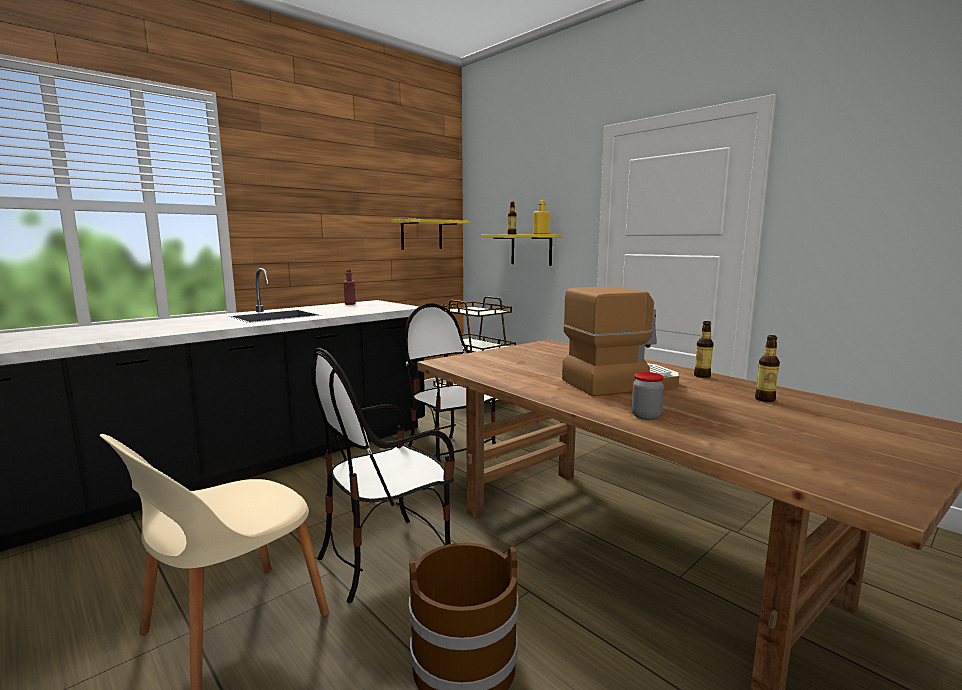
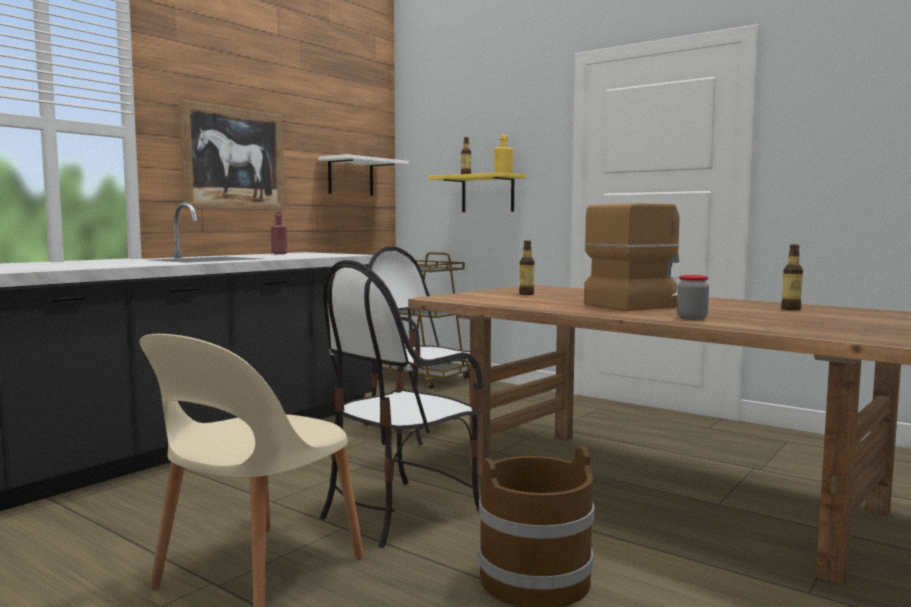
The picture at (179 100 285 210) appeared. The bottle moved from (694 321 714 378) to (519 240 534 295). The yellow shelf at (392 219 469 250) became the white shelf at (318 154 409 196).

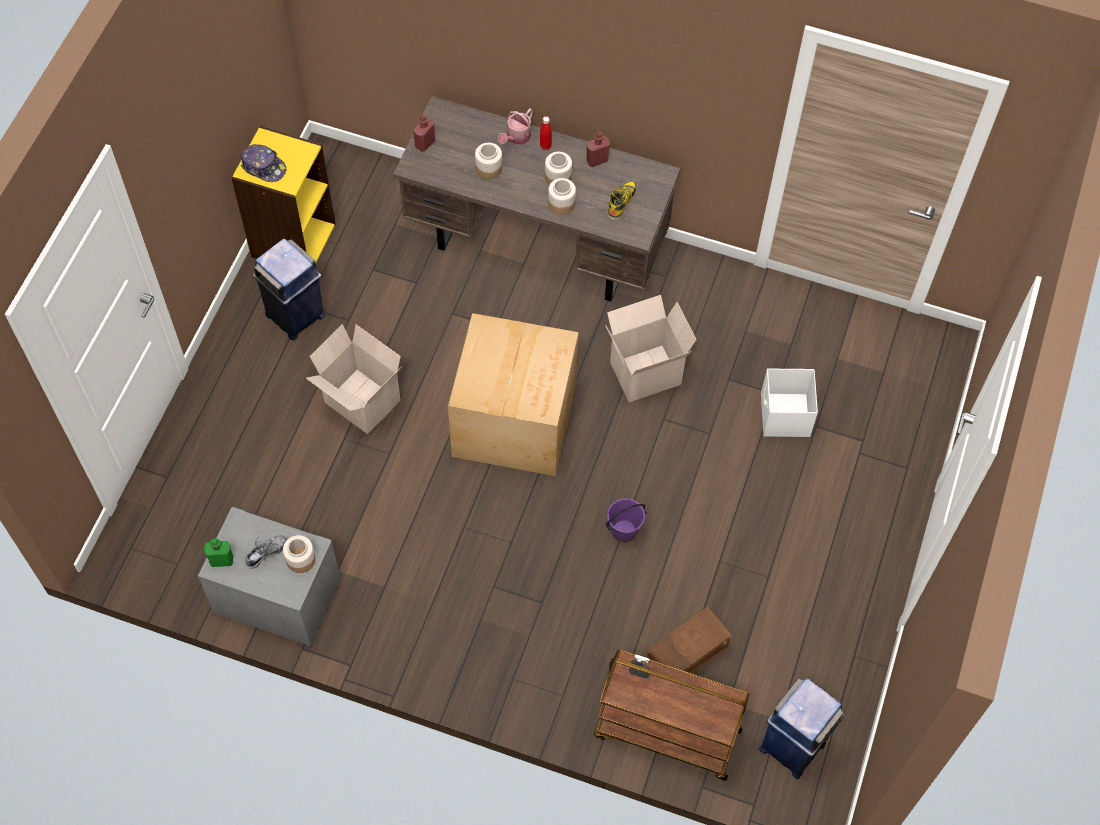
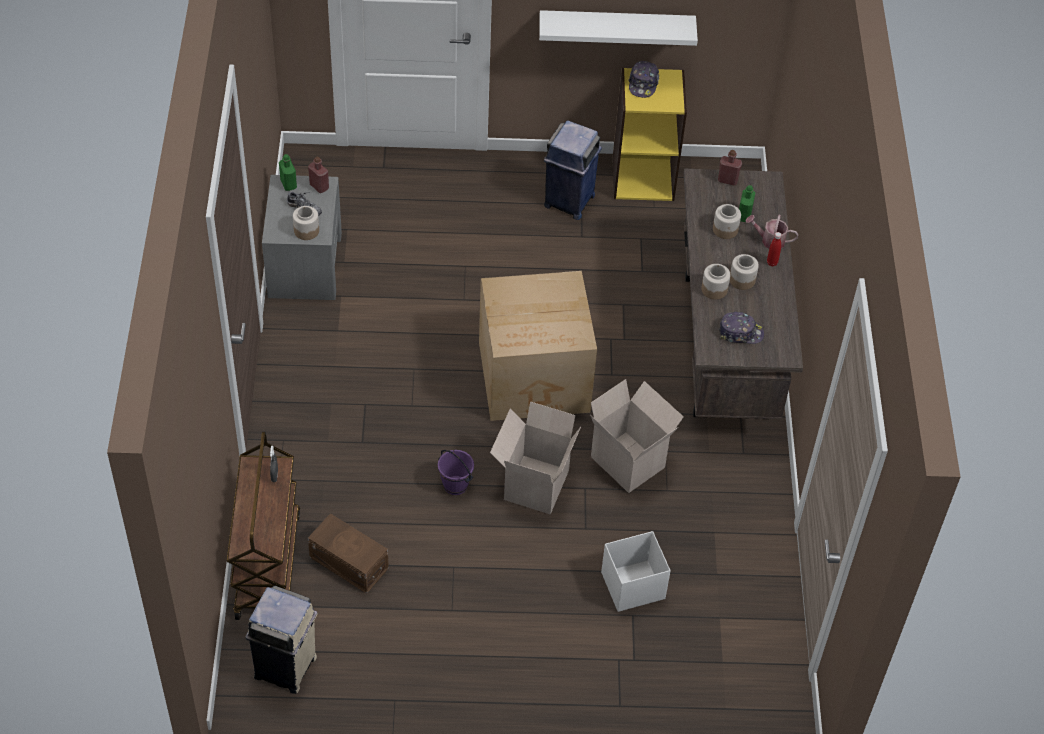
The white shelf at (539 10 698 46) appeared. The green bottle at (739 185 755 222) appeared. The cardboard box moved from (306 324 402 434) to (490 401 581 515). The red bottle moved from (586 132 610 167) to (308 157 329 193). The boot at (607 180 638 221) was replaced by the cap at (718 312 764 344). The blue trash can at (759 678 844 779) became the beige trash can at (245 586 318 694).

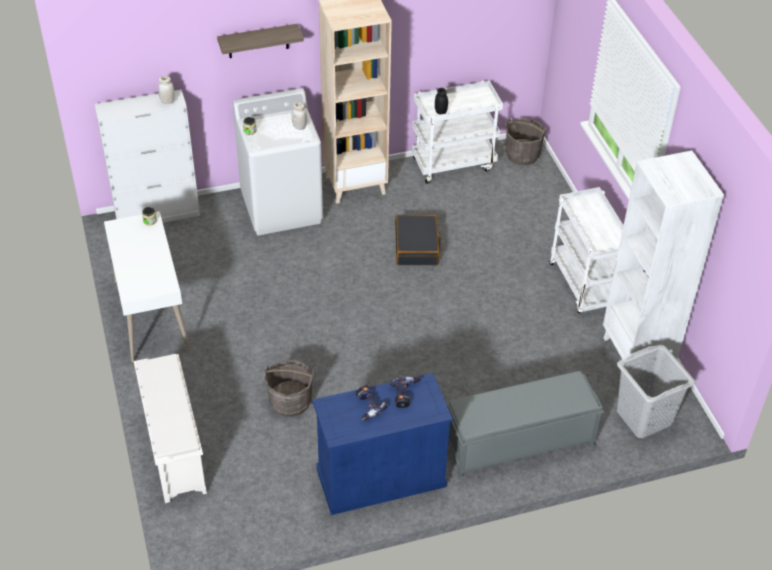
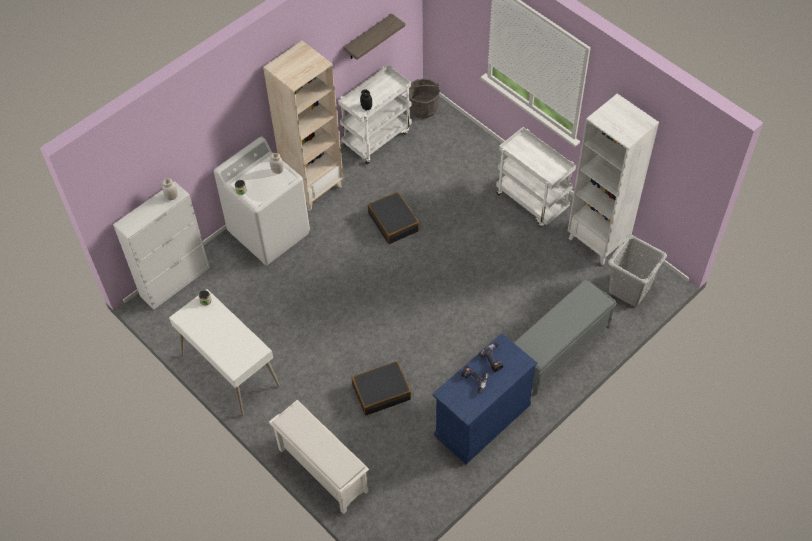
The shelf moved from (217 24 304 58) to (343 14 405 60). The grey bucket at (264 359 314 417) was replaced by the black suitcase at (352 361 411 415).

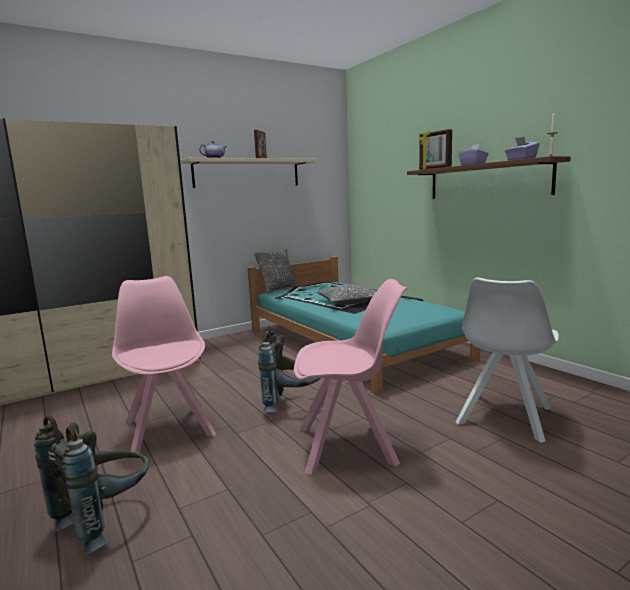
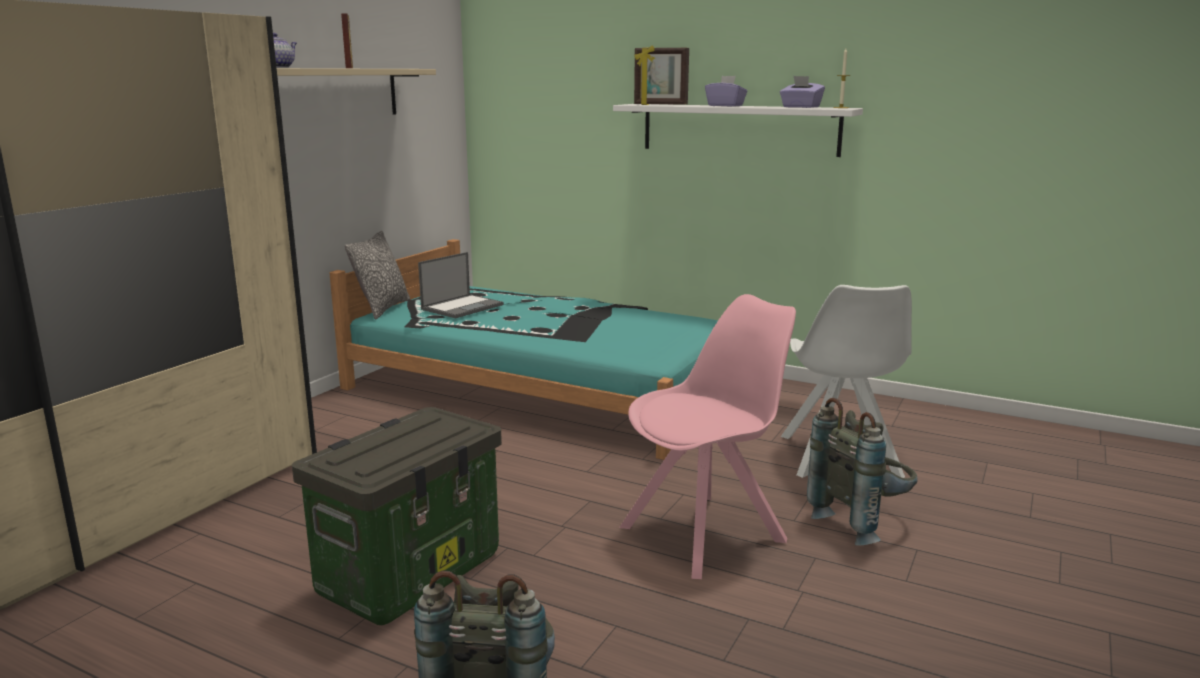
The pillow at (317 285 375 305) disappeared. The laptop at (418 252 504 319) appeared. The grey backpack moved from (258 326 320 413) to (807 398 918 546). The pink chair at (112 276 216 453) was replaced by the storage box at (292 407 502 625). The brown shelf at (407 156 571 199) became the white shelf at (613 104 863 157).

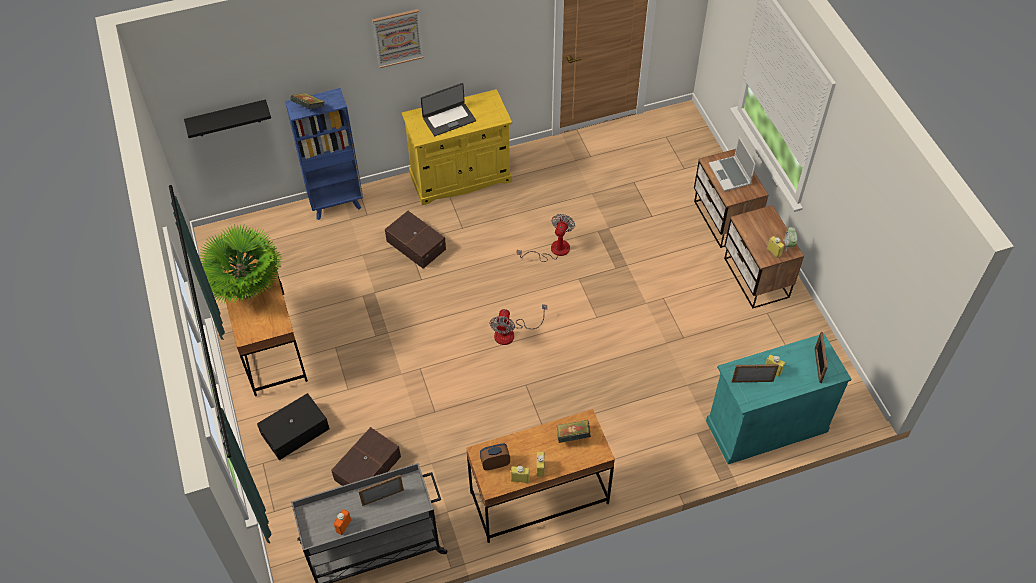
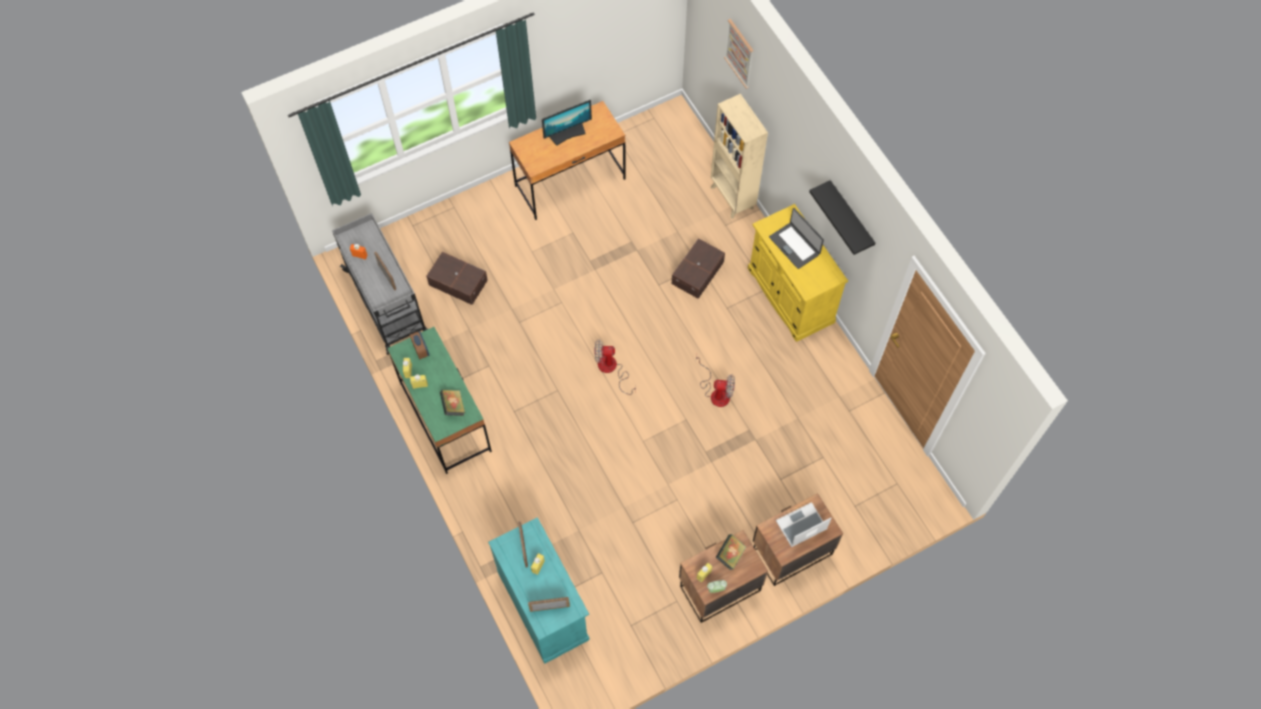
The black storage box at (257 393 330 460) disappeared. The black shelf moved from (184 99 271 138) to (809 180 875 255). The book moved from (290 93 325 109) to (716 534 746 570). The picture moved from (372 9 423 68) to (724 19 754 89). The potted plant at (195 224 282 303) was replaced by the monitor at (542 100 592 146). The blue bookcase at (285 88 363 220) became the beige bookcase at (711 94 768 218). The brown desk at (466 409 615 543) became the green desk at (387 327 492 474).

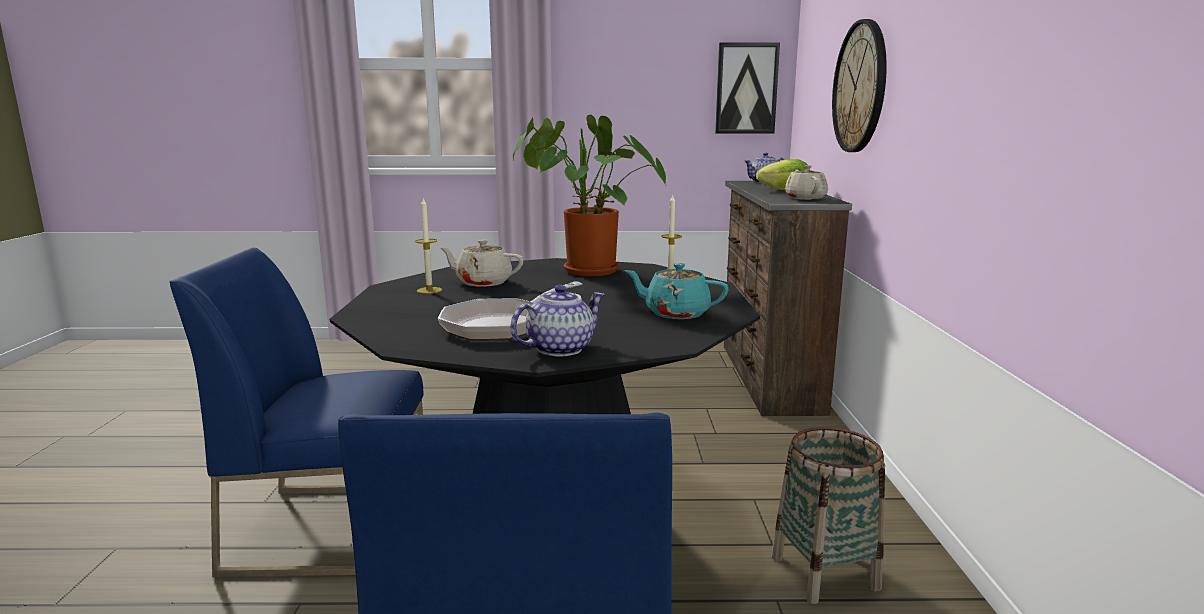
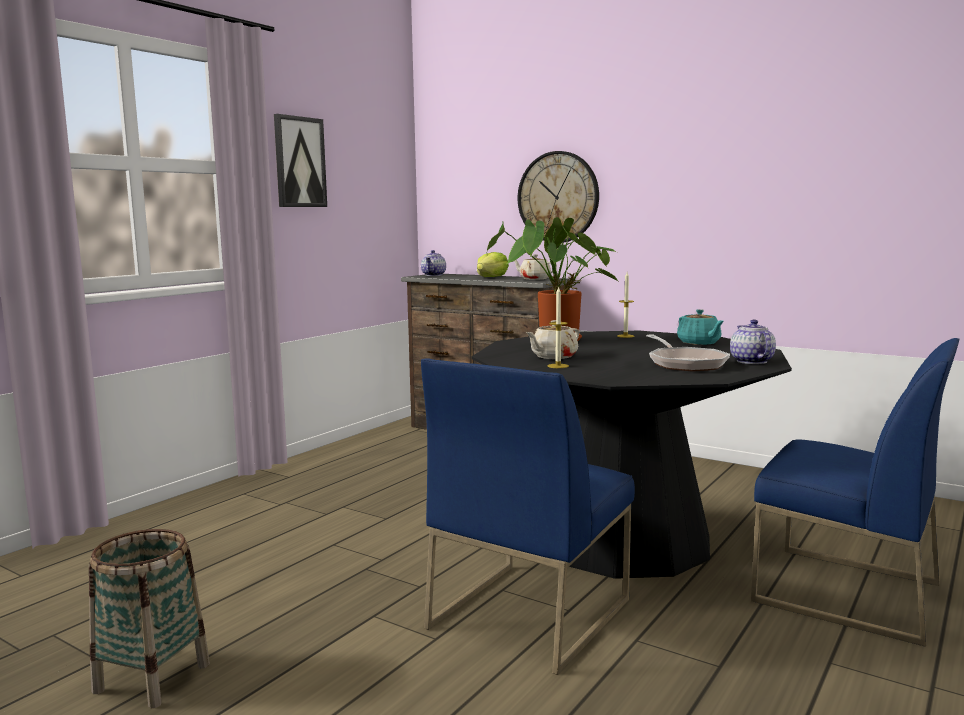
The picture moved from (715 43 780 133) to (274 114 327 207). The basket moved from (771 427 885 604) to (89 529 210 708). The turquoise teapot at (624 263 729 319) turned 75 degrees counterclockwise.

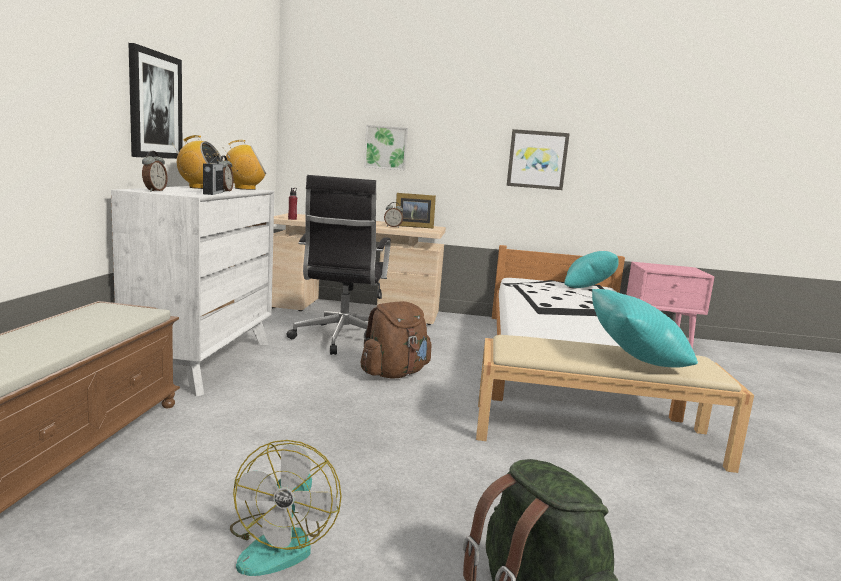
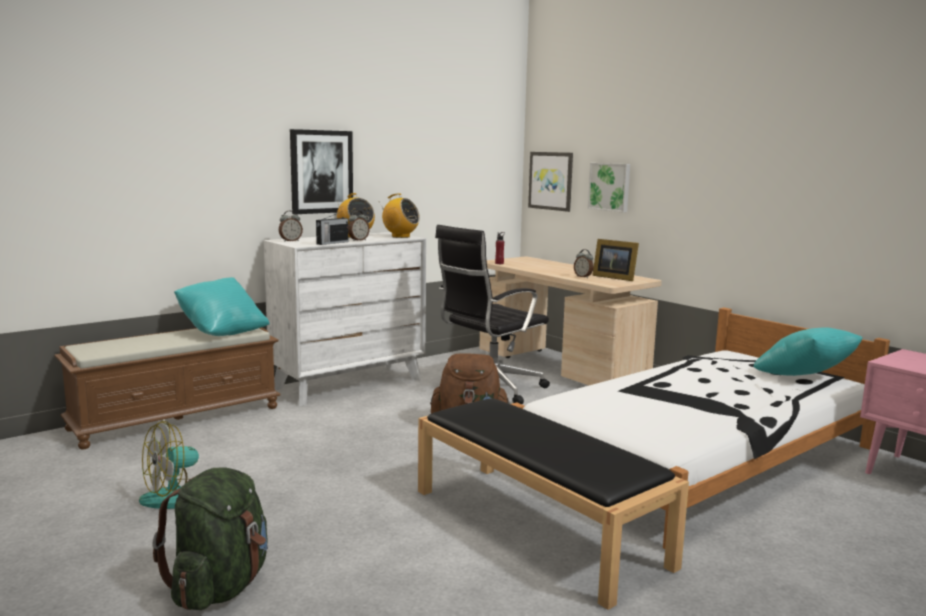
The picture moved from (507 129 570 190) to (528 152 573 212). The turquoise pillow moved from (592 289 698 368) to (174 277 270 336). The beige bench at (476 335 754 473) became the black bench at (418 398 689 610).

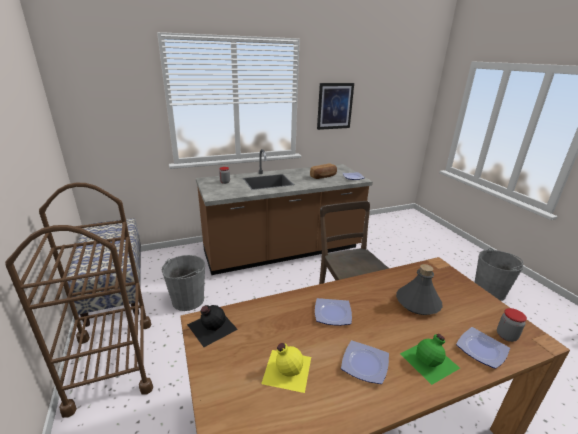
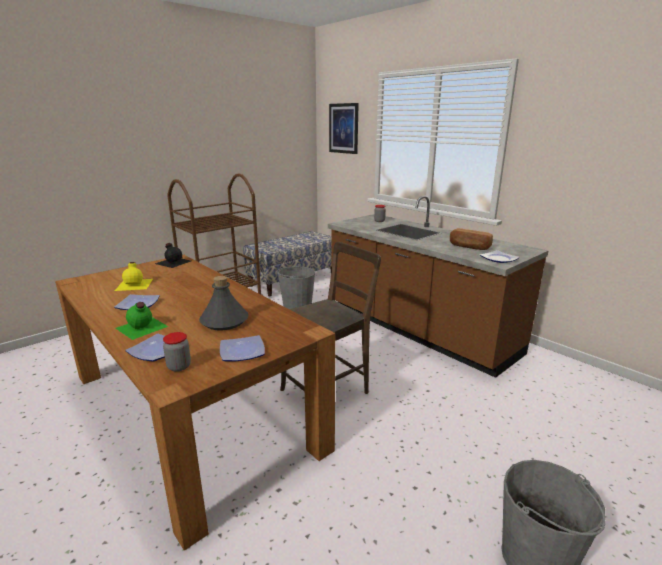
The plate moved from (315 298 352 326) to (220 335 265 361). The picture moved from (317 83 354 130) to (329 103 359 154).

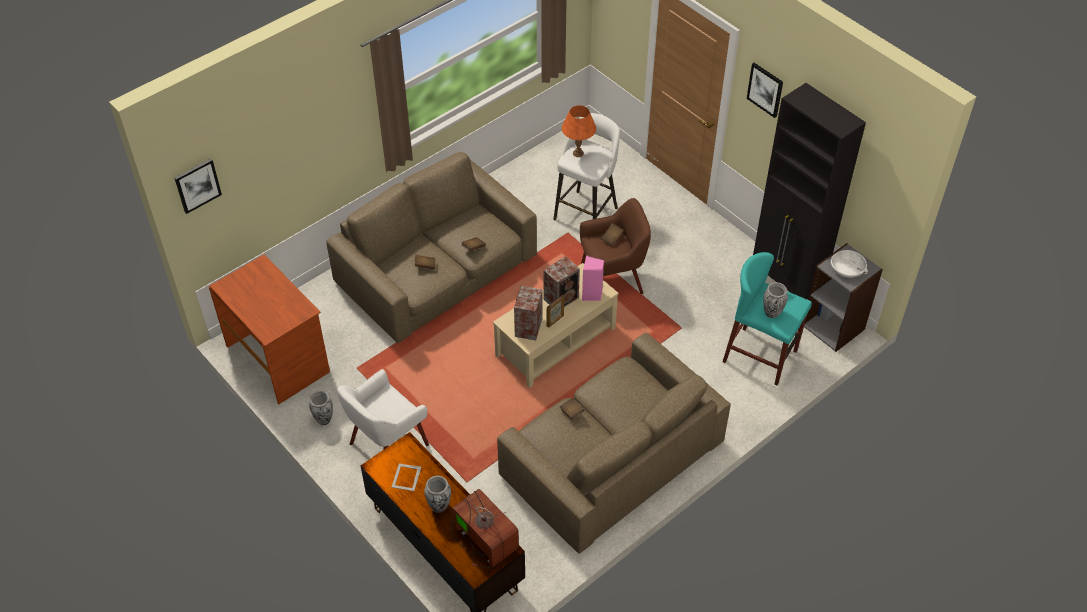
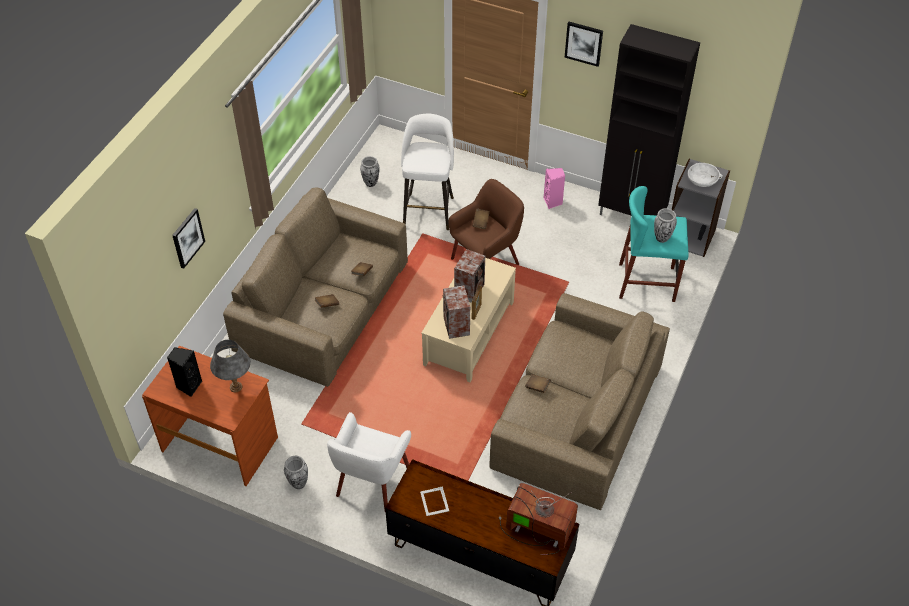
The orange table lamp at (562 105 596 157) disappeared. The black speaker at (167 347 202 397) appeared. The grey table lamp at (210 340 251 392) appeared. The picture moved from (175 158 222 214) to (172 208 205 269). The vase moved from (424 476 451 513) to (360 156 380 187). The pink speaker moved from (582 256 604 301) to (544 168 565 209).

